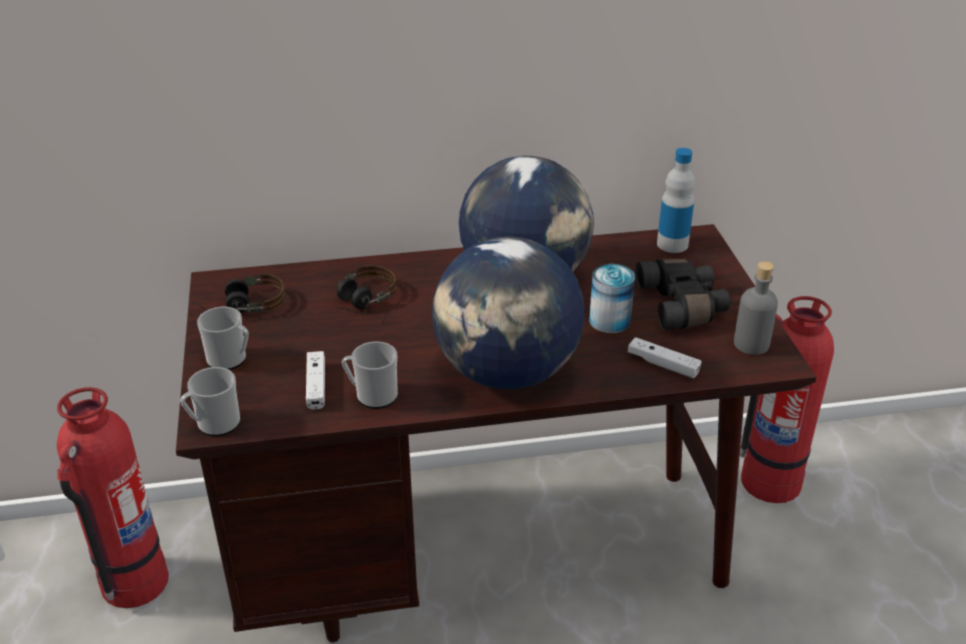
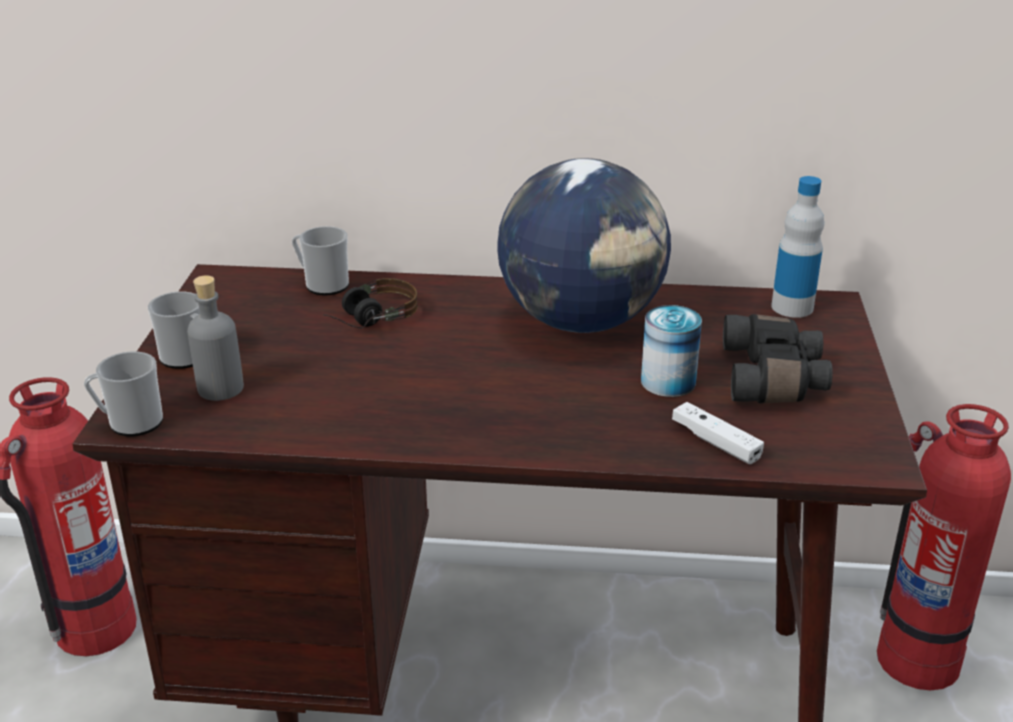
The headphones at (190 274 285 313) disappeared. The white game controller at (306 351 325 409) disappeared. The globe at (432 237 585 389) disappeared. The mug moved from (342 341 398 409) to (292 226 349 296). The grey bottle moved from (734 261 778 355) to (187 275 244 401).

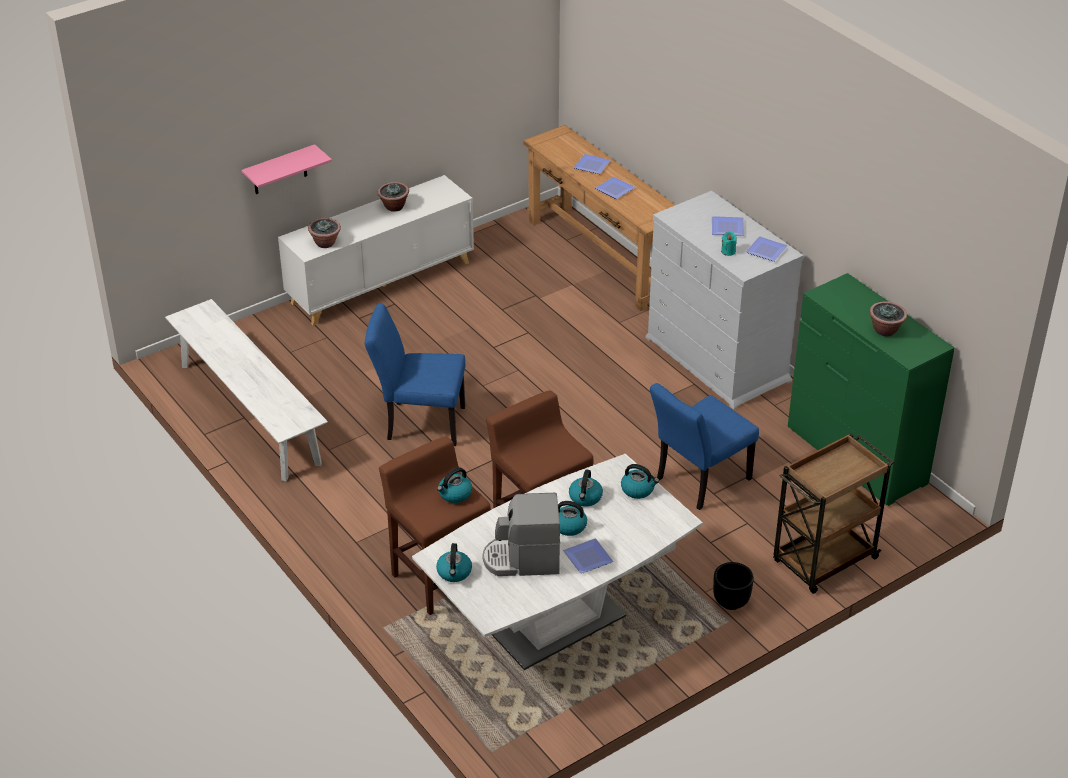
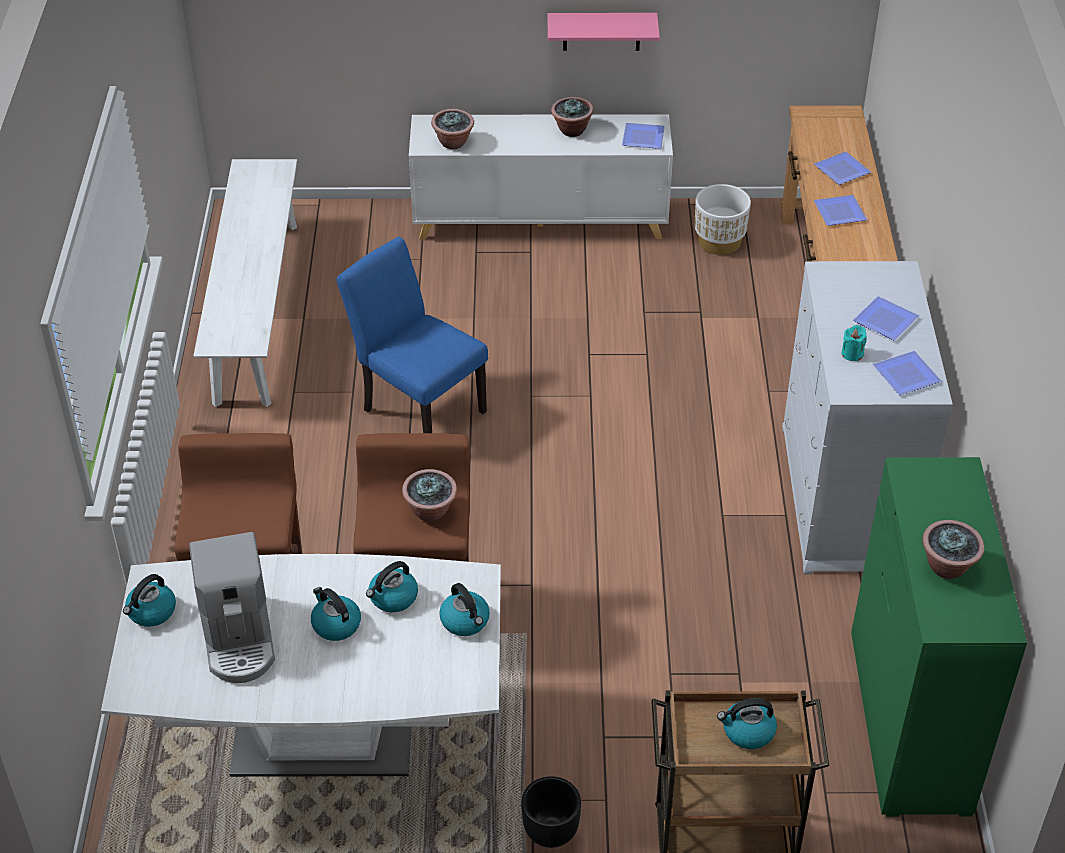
The blue chair at (650 383 759 510) disappeared. The potted plant at (402 469 457 522) appeared. The white planter at (695 184 751 255) appeared. The pink shelf moved from (241 144 332 194) to (547 13 660 51). The kettle moved from (437 467 472 503) to (717 698 777 749). The plate moved from (563 538 614 574) to (622 123 665 149). The coffee machine at (483 493 560 576) turned 135 degrees counterclockwise.

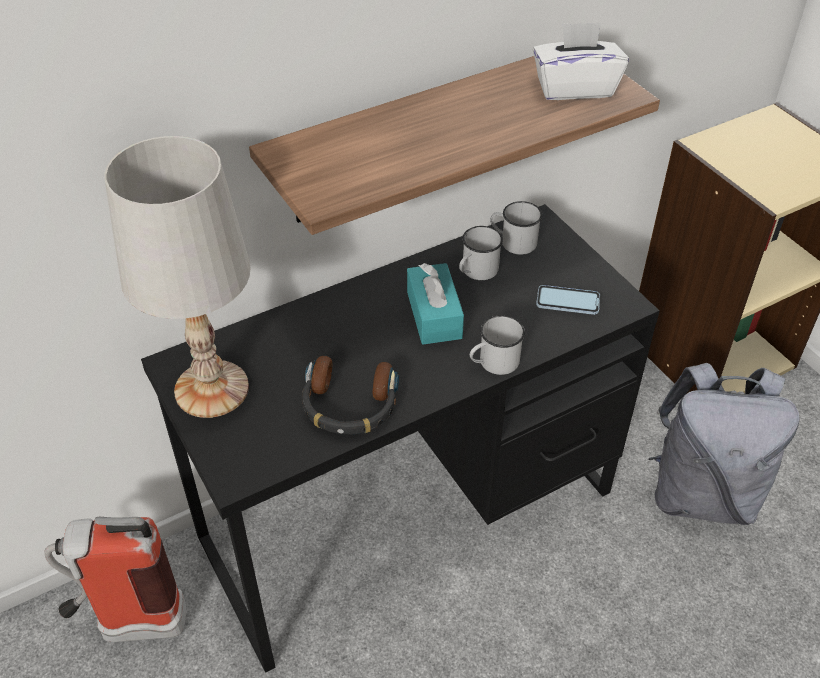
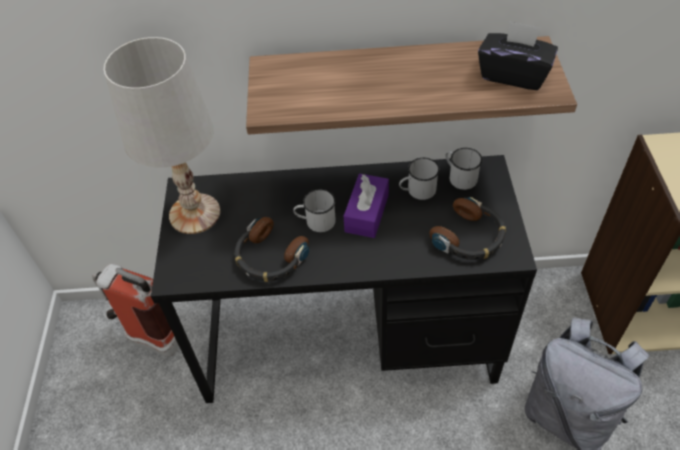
The white mug moved from (470 315 525 375) to (293 189 336 232). The phone at (536 285 600 315) was replaced by the headphones at (429 197 506 260). The turquoise tissue box at (407 263 464 344) became the purple tissue box at (344 173 389 238). The white tissue box at (533 22 629 100) became the black tissue box at (478 21 558 90).

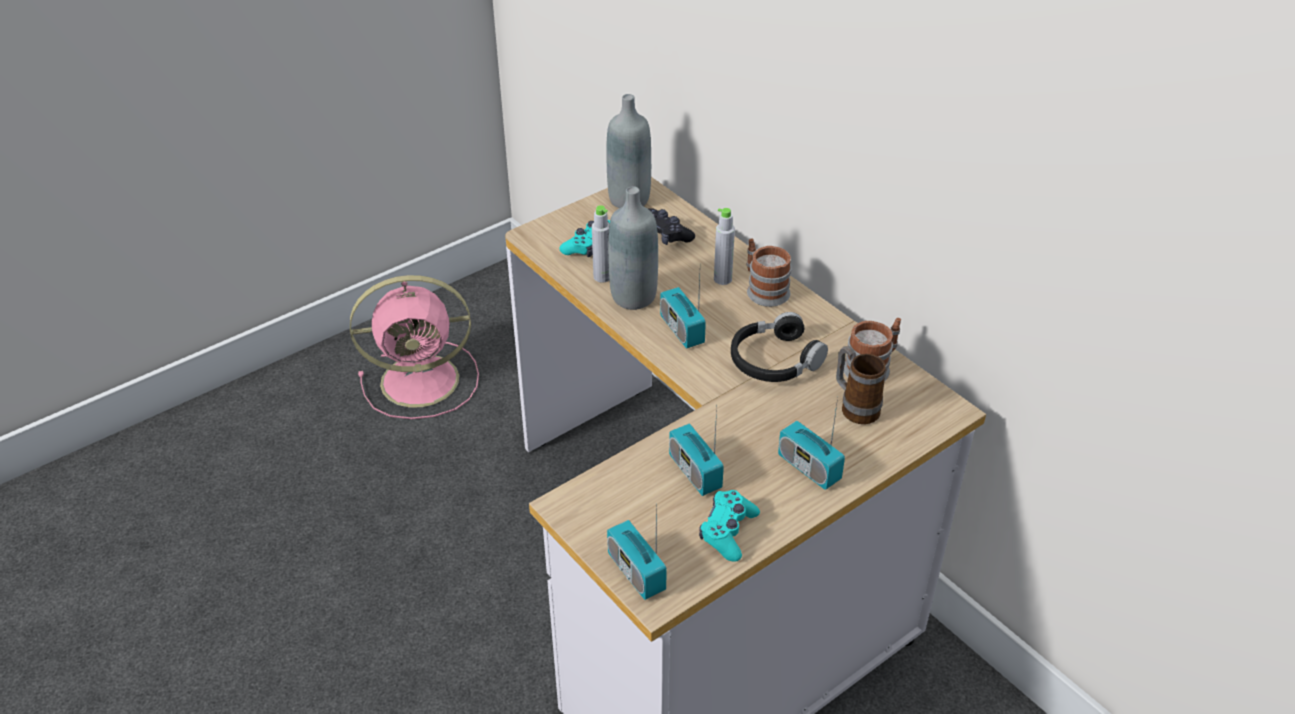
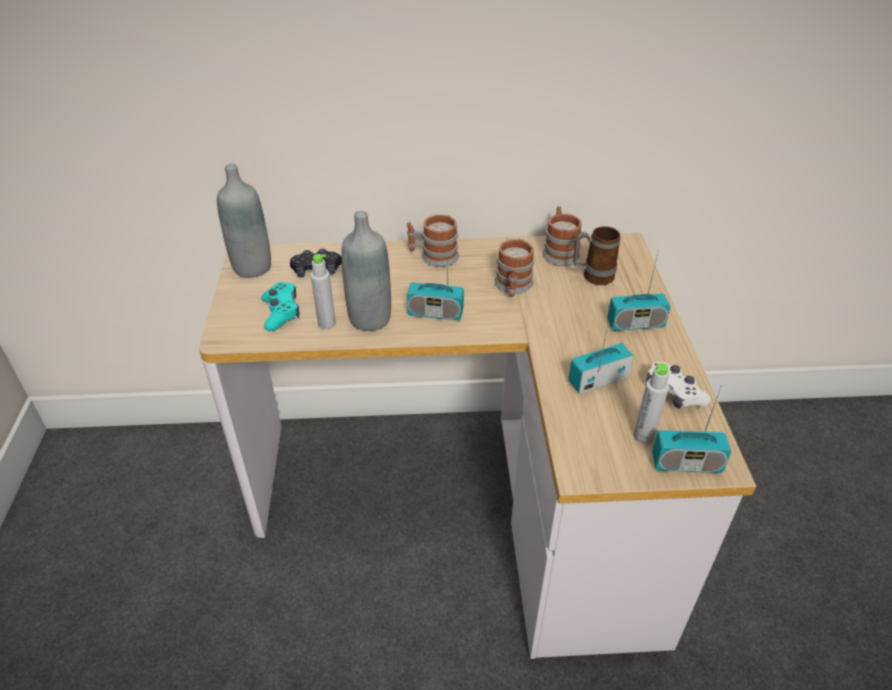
The pink fan at (350 275 479 419) disappeared. The grey bottle moved from (714 208 735 285) to (633 363 669 444). The black headphones at (731 312 828 382) was replaced by the mug at (495 239 535 297). The turquoise game controller at (699 490 760 562) became the white game controller at (646 362 711 409). The radio at (669 408 724 496) turned 150 degrees clockwise.

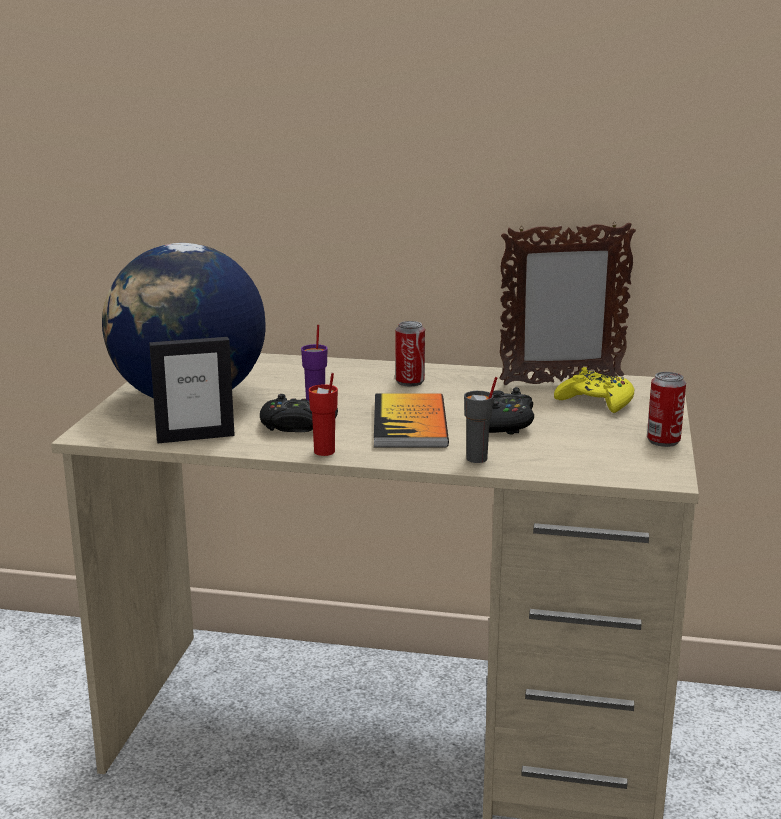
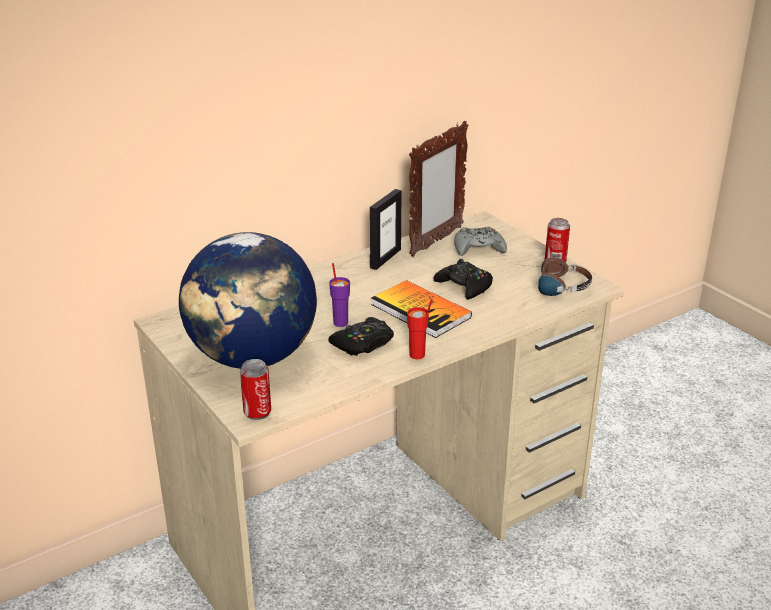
The grey cup at (464 377 497 463) disappeared. The headphones at (525 257 592 296) appeared. The picture frame moved from (149 337 235 443) to (370 189 401 270). The can moved from (395 321 425 386) to (240 359 271 420). The yellow game controller at (554 367 634 413) became the grey game controller at (454 227 507 256).

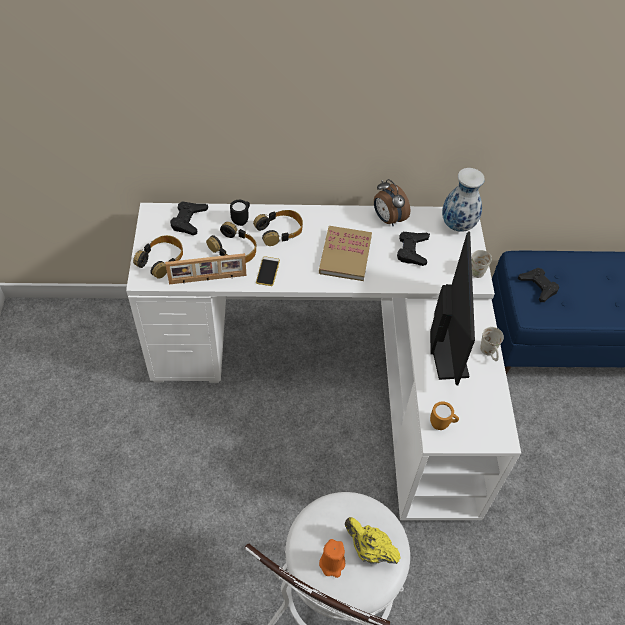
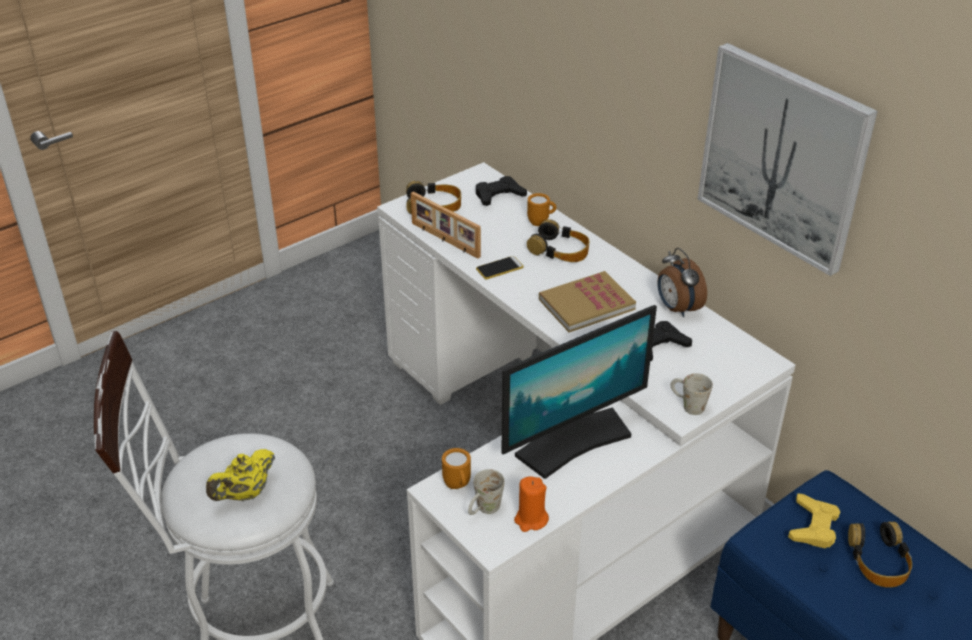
The vase at (442 168 485 232) disappeared. The picture at (697 43 878 276) appeared. The headphones moved from (206 222 256 263) to (848 522 912 588). The orange candle moved from (319 539 345 578) to (514 476 549 532). The white mug moved from (480 327 504 361) to (468 469 505 515). The black mug at (230 200 250 226) became the orange mug at (527 193 556 226). The black game controller at (518 268 559 302) became the yellow game controller at (788 493 840 549). The yellow teapot at (345 517 401 564) turned 135 degrees counterclockwise. The alarm clock at (374 179 410 226) turned 45 degrees counterclockwise.

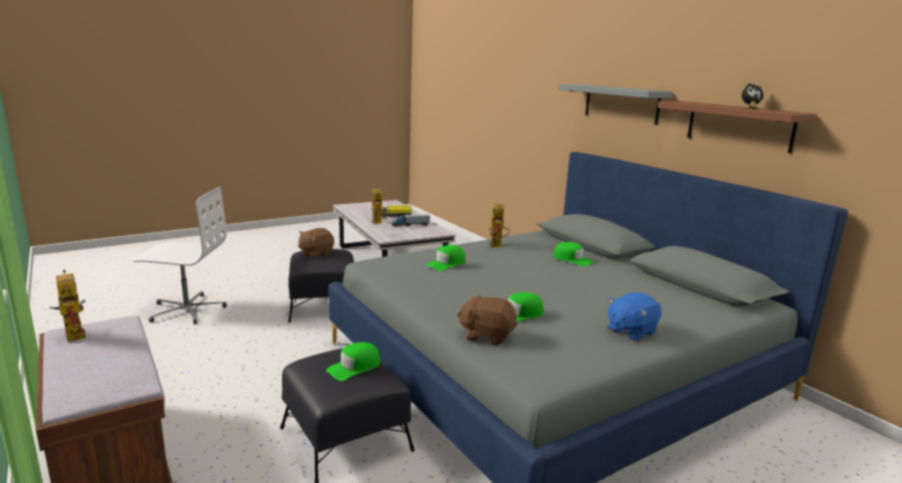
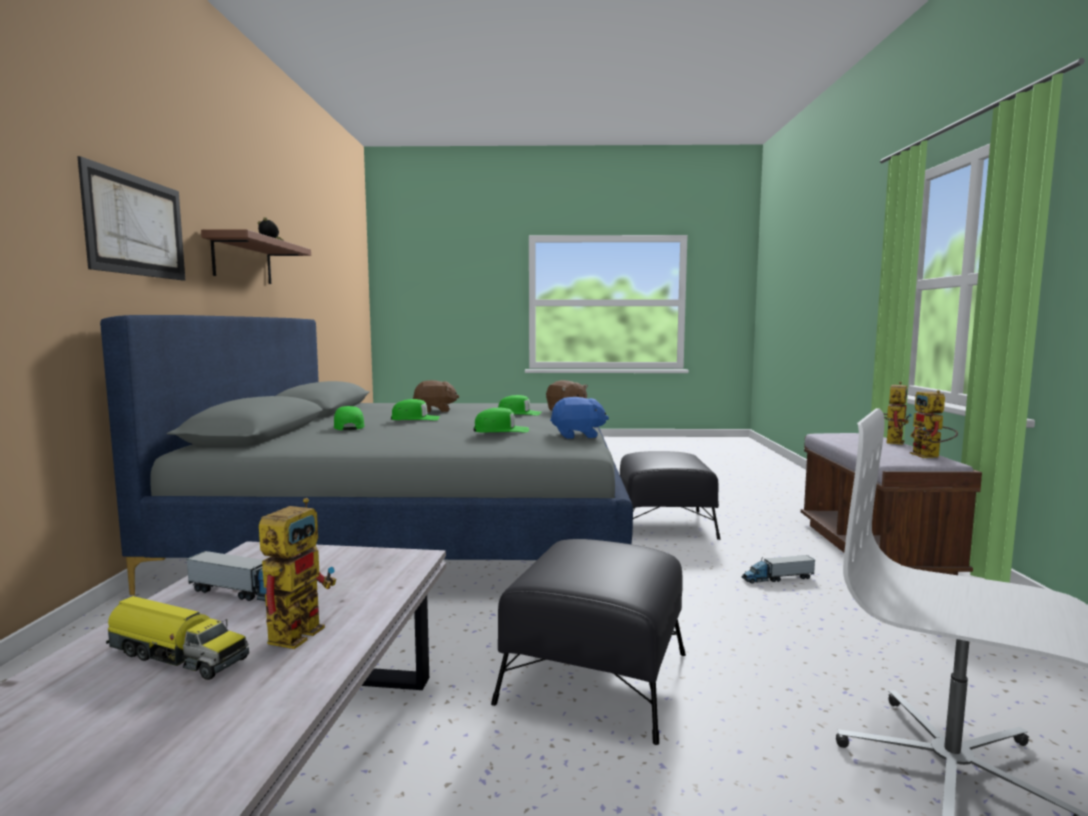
The toy truck at (741 555 815 584) appeared. The brown plush toy moved from (298 228 334 258) to (413 380 459 413). The green cap moved from (326 342 380 381) to (391 399 440 421). The toy robot moved from (489 203 510 247) to (883 382 912 445). The blue plush toy moved from (608 292 662 341) to (550 397 609 439). The grey shelf at (558 84 673 125) was replaced by the picture at (77 156 185 281).

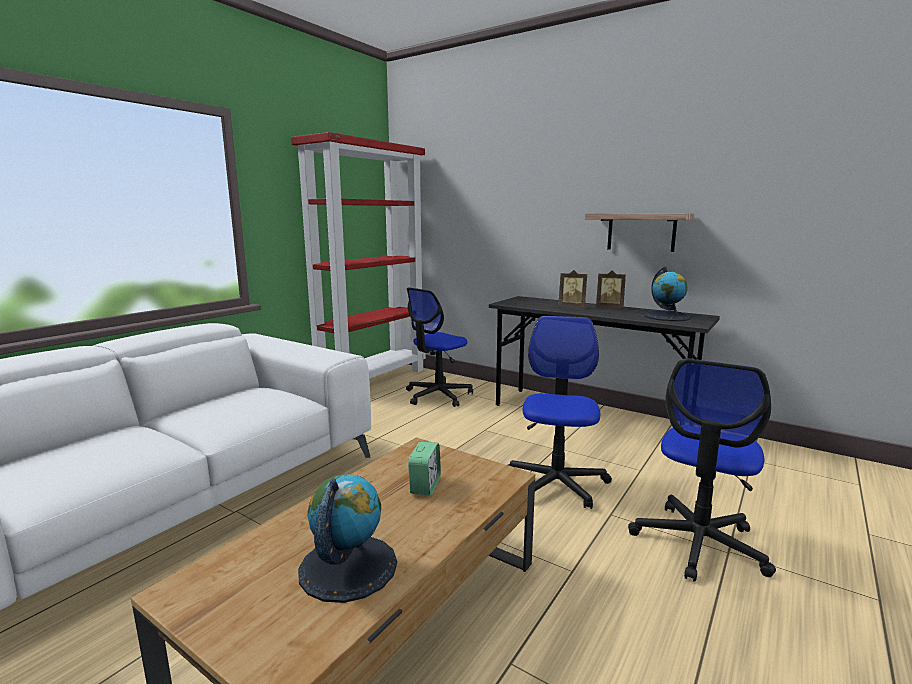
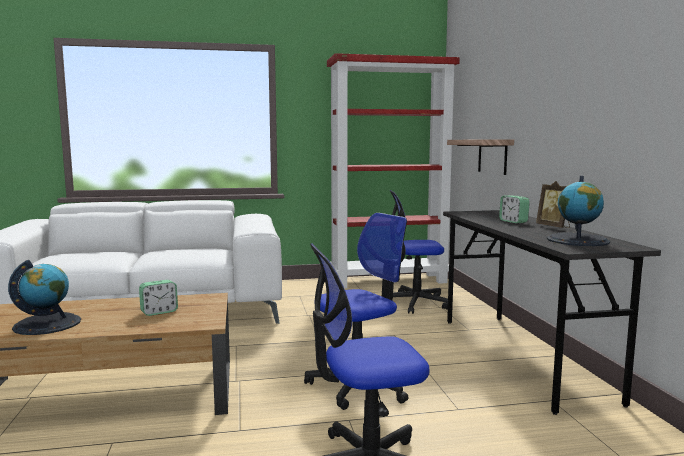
The shelf moved from (585 213 693 252) to (447 139 514 175). The picture frame at (558 270 587 307) was replaced by the alarm clock at (499 196 530 223).

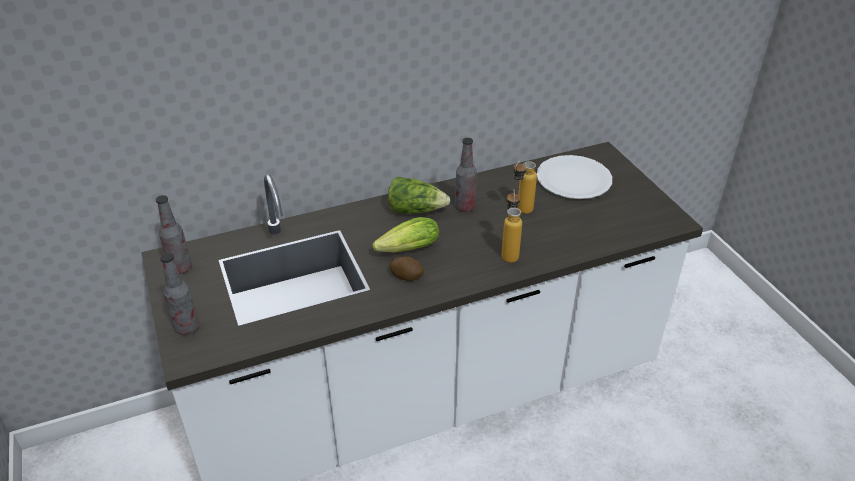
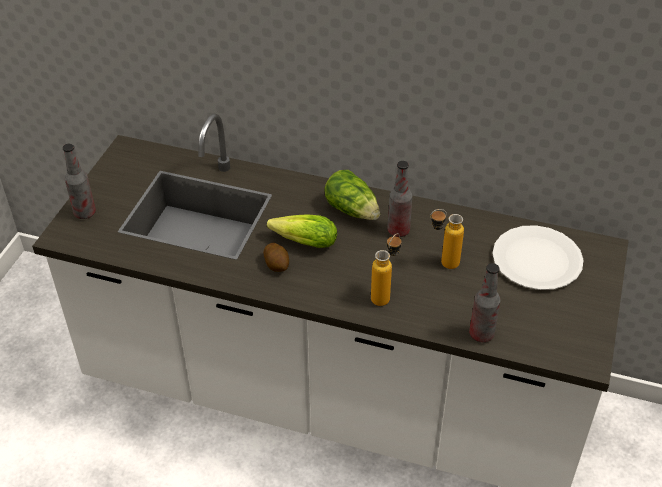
The bottle moved from (156 195 192 274) to (469 263 500 342).

